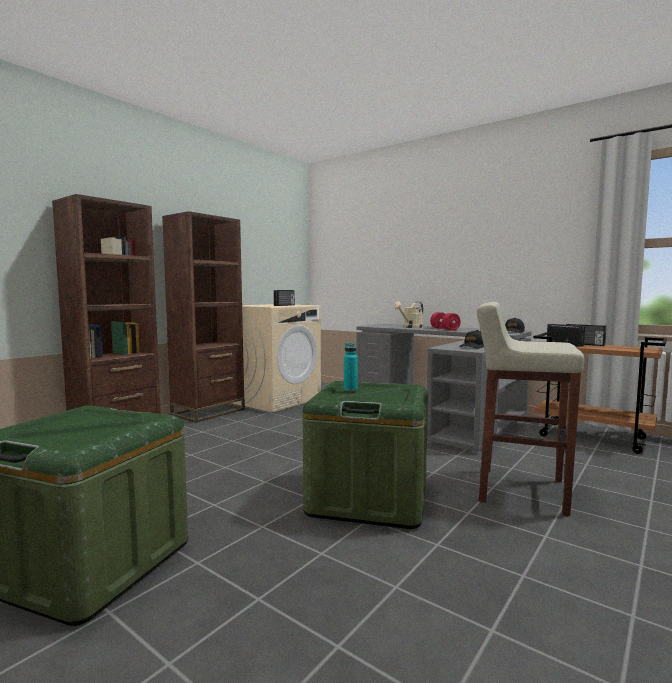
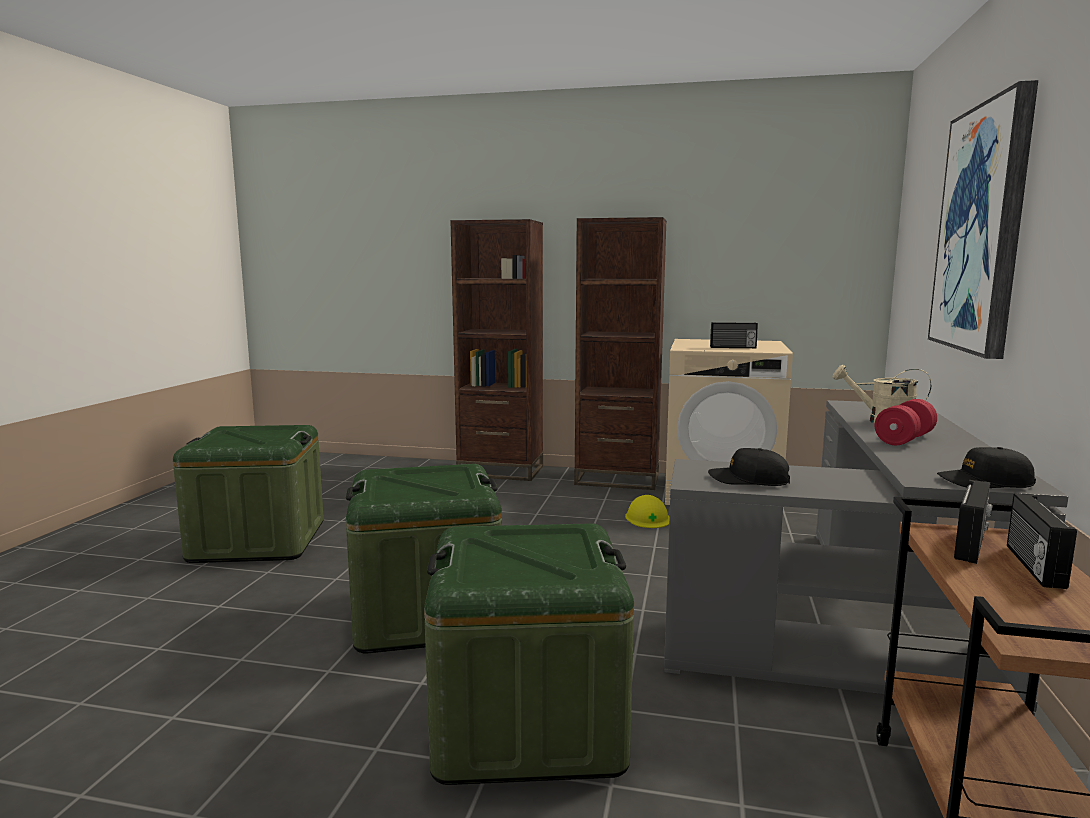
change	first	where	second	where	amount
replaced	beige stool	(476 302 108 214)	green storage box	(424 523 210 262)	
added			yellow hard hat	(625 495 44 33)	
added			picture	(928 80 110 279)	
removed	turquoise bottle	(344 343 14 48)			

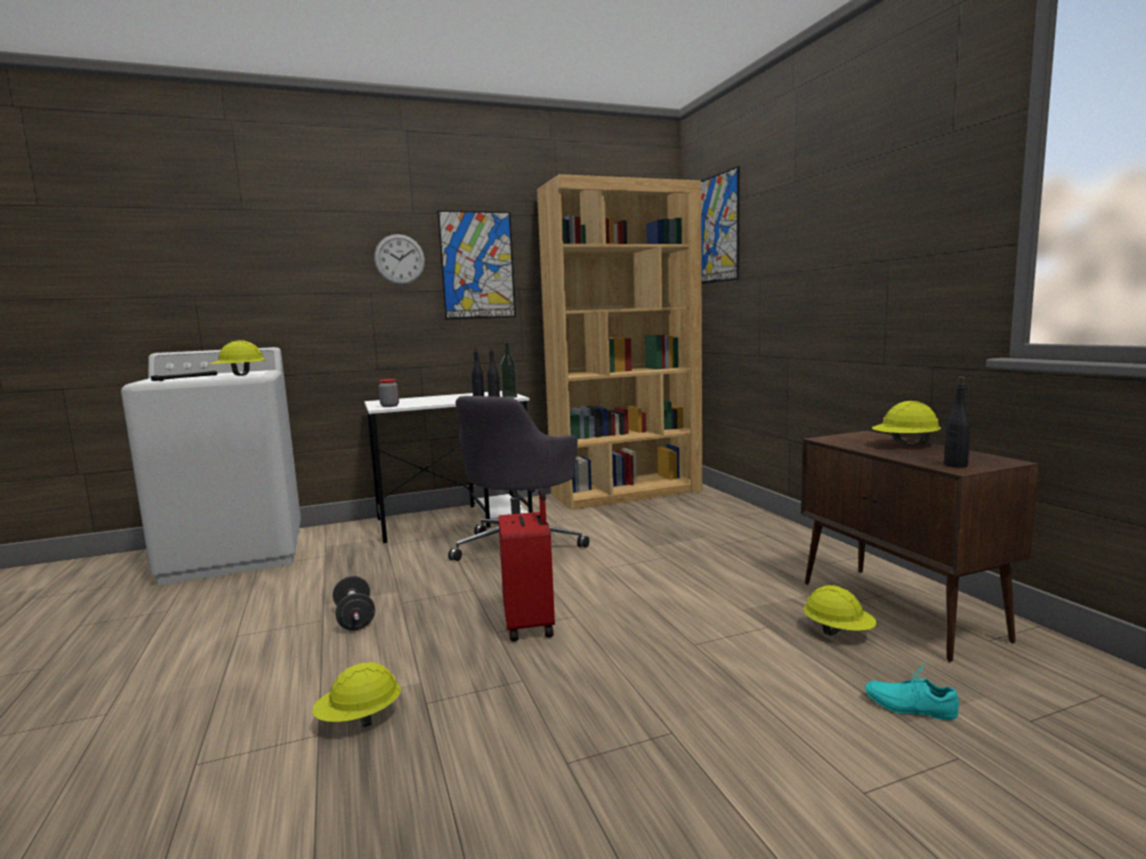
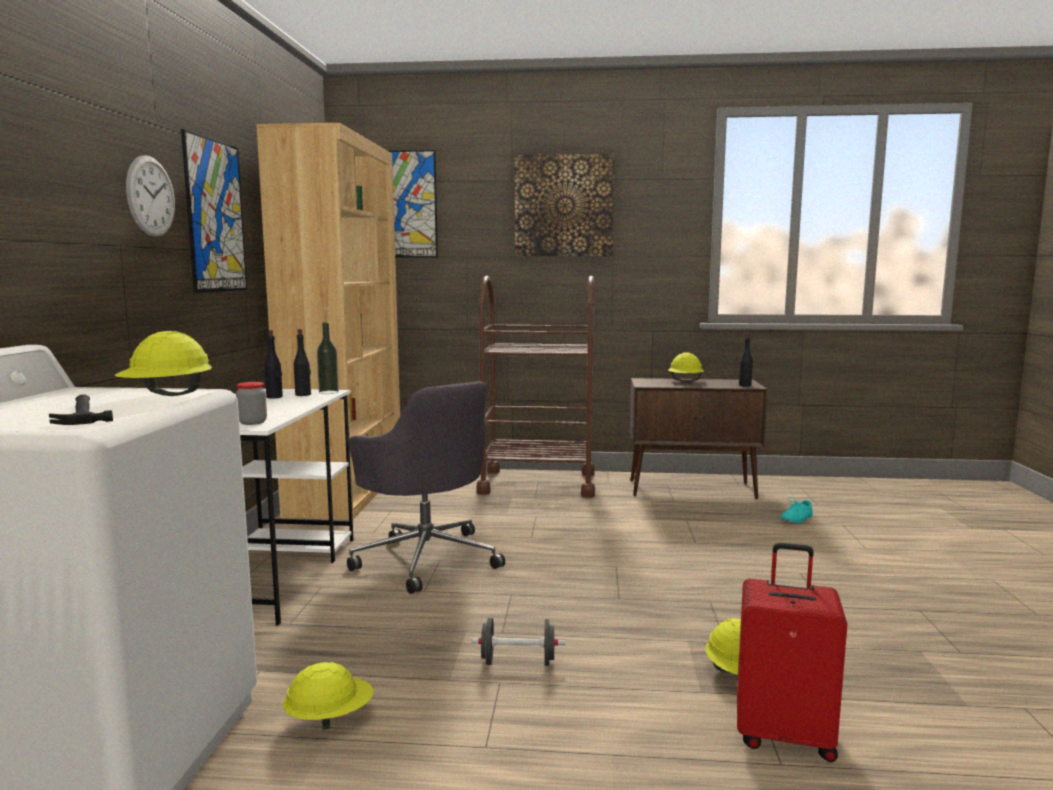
change	first	where	second	where	amount
moved	yellow hard hat	(803 585 74 51)		(283 662 91 67)	
added			brown cart	(476 276 119 222)	
added			picture	(515 154 100 102)	
moved	red suitcase	(498 487 57 155)		(737 543 110 219)	

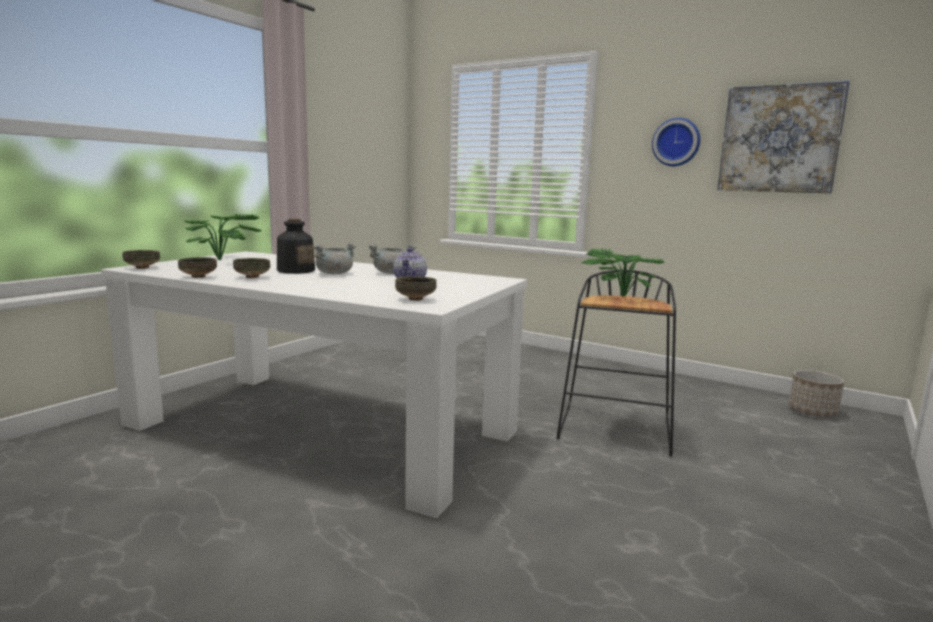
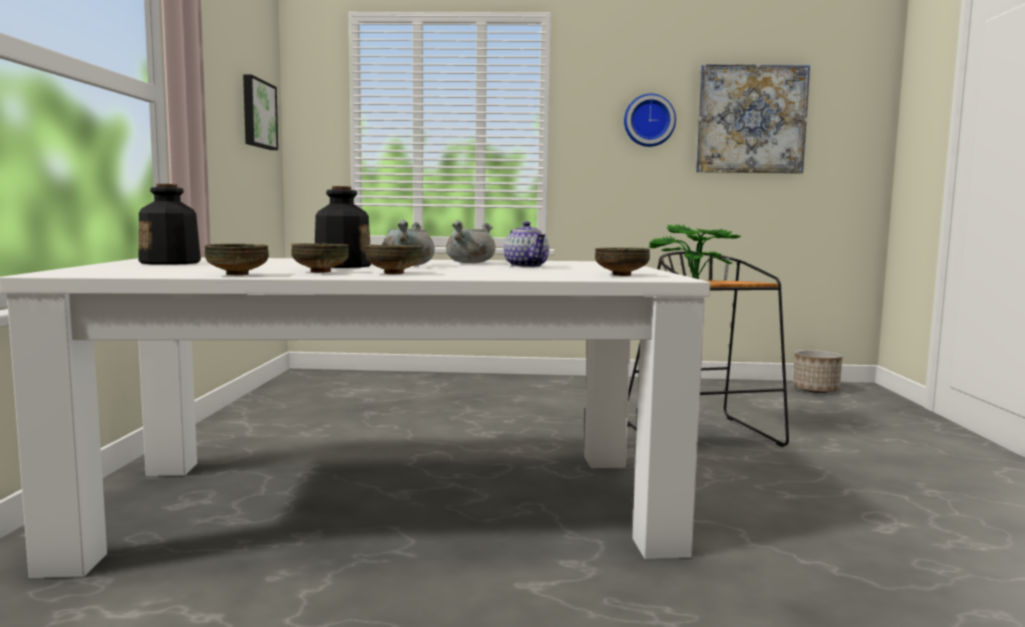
change	first	where	second	where	amount
replaced	potted plant	(185 213 77 47)	bottle	(139 184 62 81)	
added			picture	(243 74 35 76)	
moved	bowl	(122 250 38 19)		(365 245 57 29)	

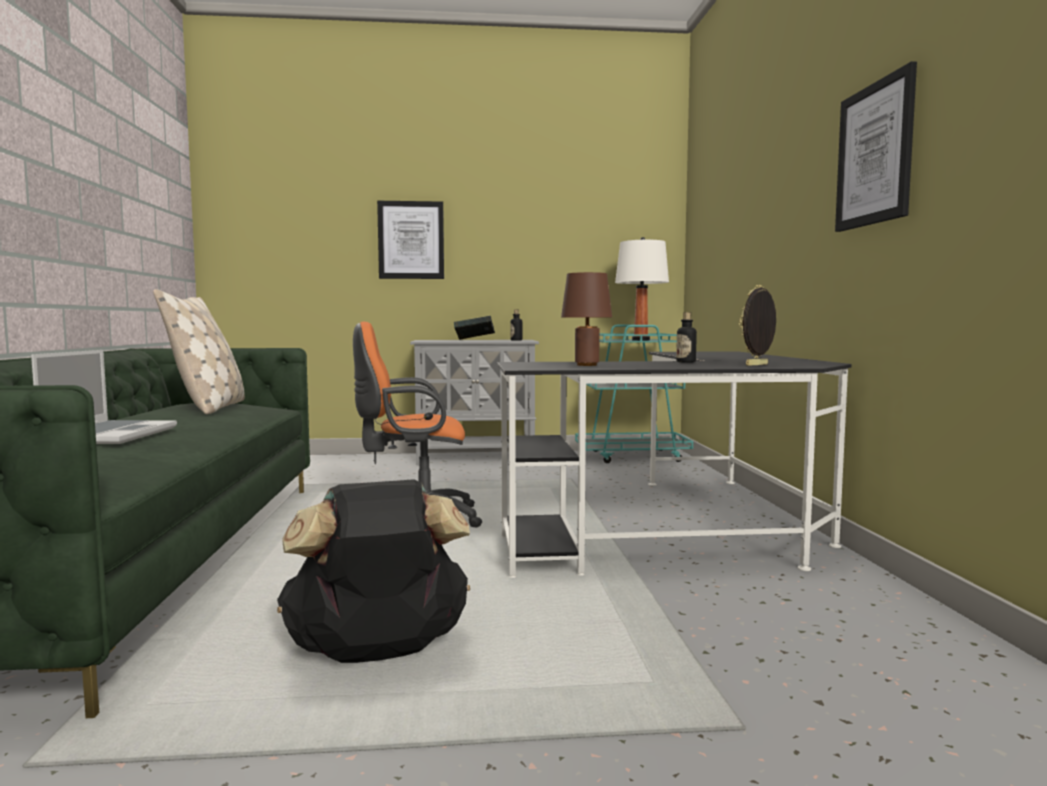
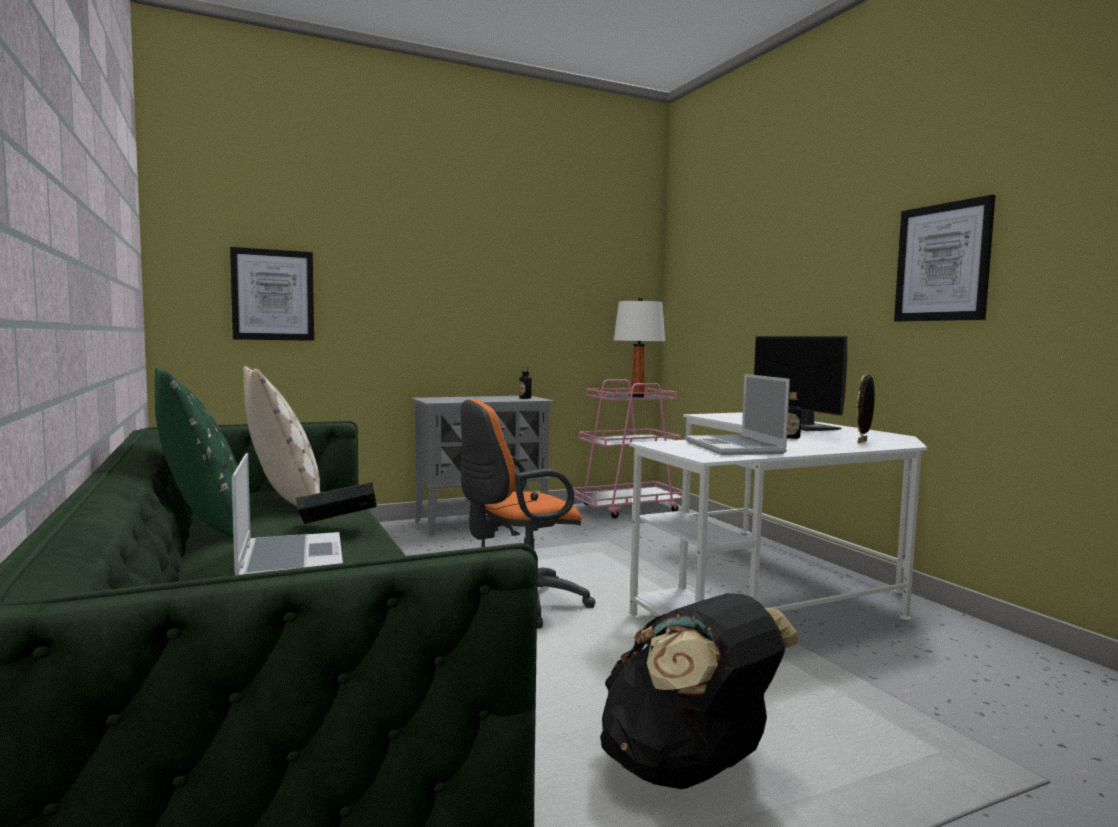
change	first	where	second	where	amount
added			green pillow	(155 367 83 170)	
moved	picture	(377 201 67 78)		(230 247 84 94)	
moved	book	(454 316 41 24)		(296 482 81 42)	
recoloured	turquoise cart	(575 325 118 138)	pink cart	(573 379 109 139)	
recoloured	black desk	(497 351 355 227)	white desk	(629 412 298 208)	
replaced	brown table lamp	(561 272 51 94)	laptop	(685 374 105 81)	
added			monitor	(754 336 93 95)	

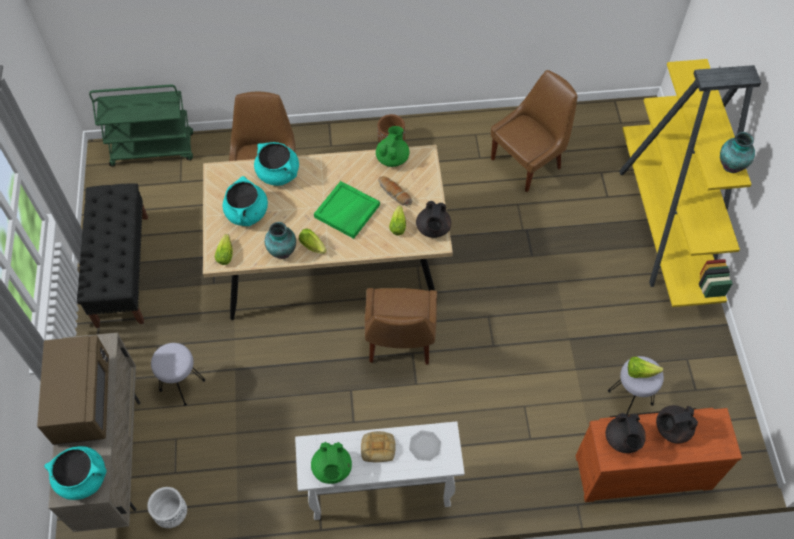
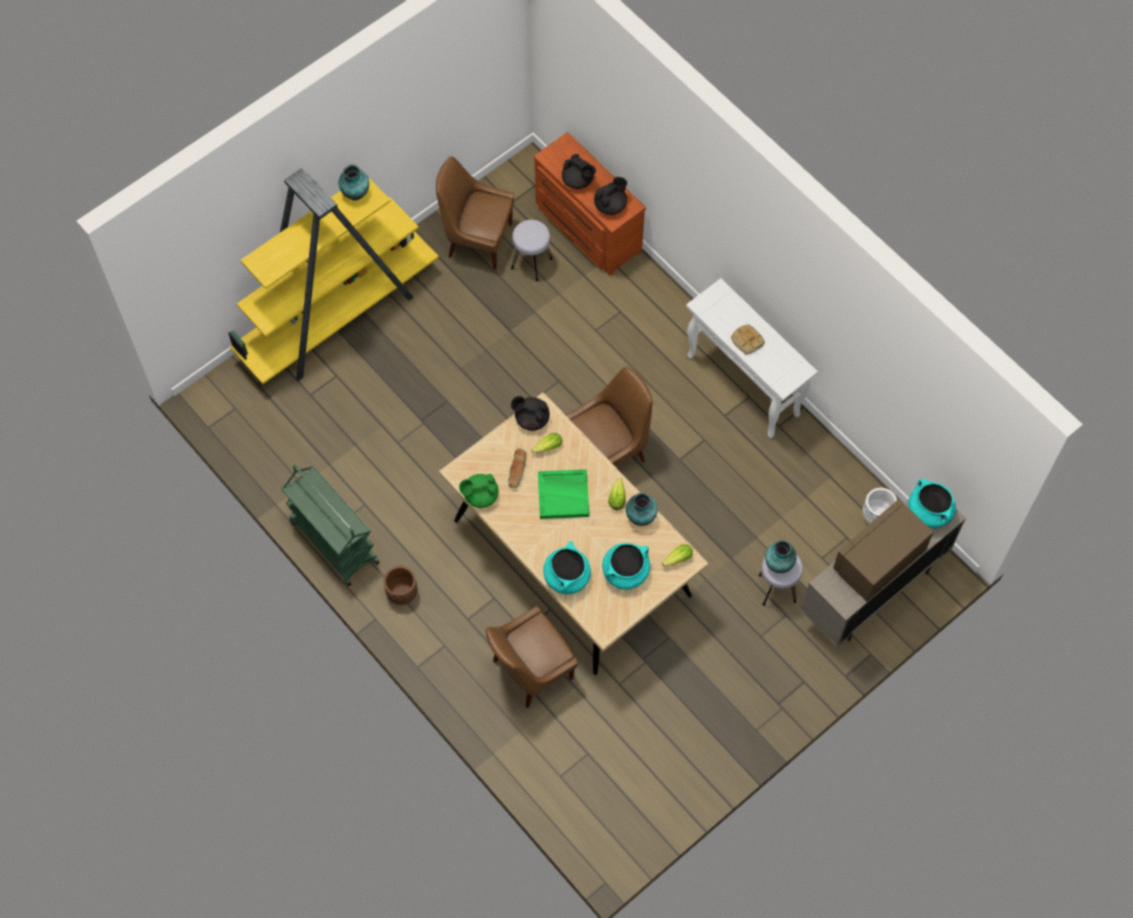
change	first	where	second	where	amount
moved	green cart	(89 85 104 81)		(282 465 98 121)	
moved	brown chair	(491 70 86 122)		(436 156 78 114)	
turned	black teapot	(416 201 35 37)		(511 396 39 35)	135 degrees counterclockwise
added			vase	(765 540 32 33)	
removed	black bench	(77 183 71 145)			
removed	green teapot	(311 442 41 42)			
removed	plate	(409 430 32 31)			
removed	lettuce	(628 357 35 21)			

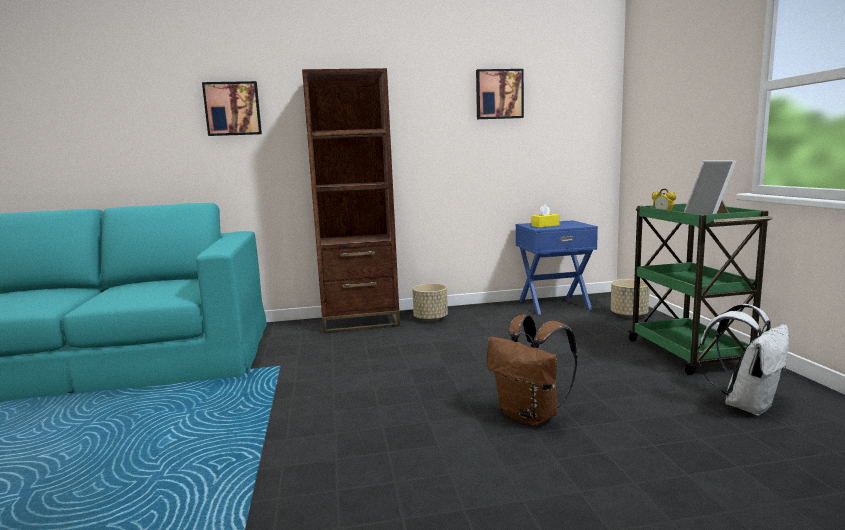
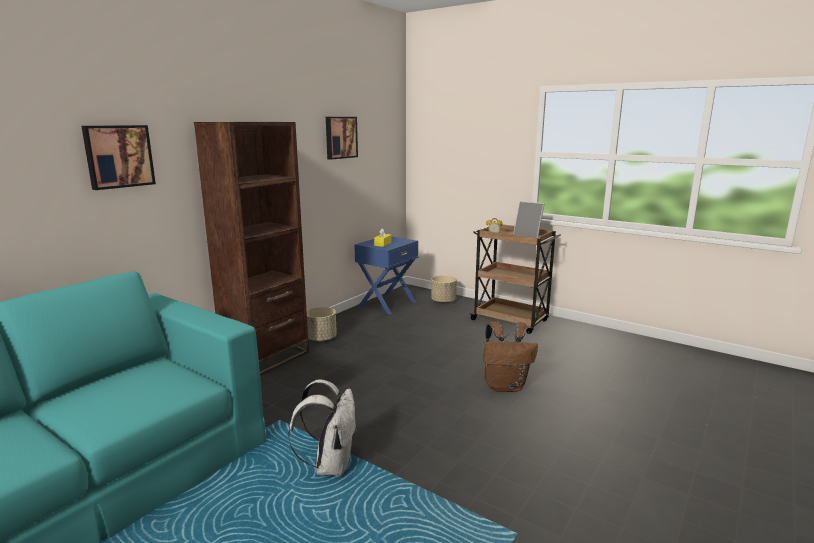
change	first	where	second	where	amount
moved	white backpack	(697 304 92 112)		(288 379 69 98)	
recoloured	green cart	(628 203 145 172)	brown cart	(469 224 92 110)	

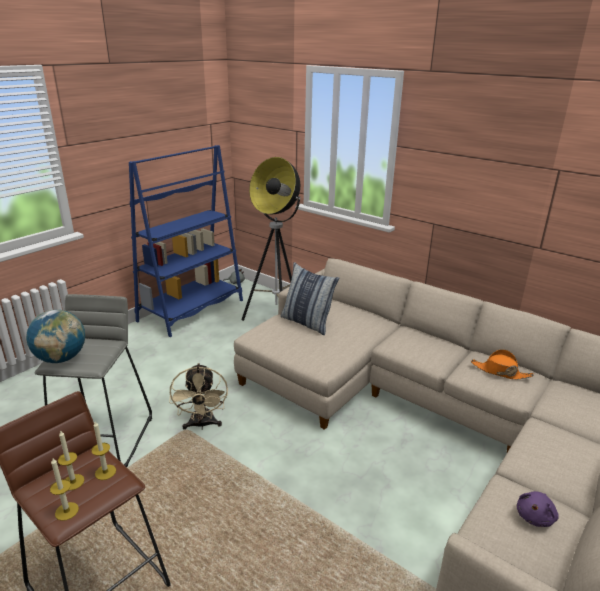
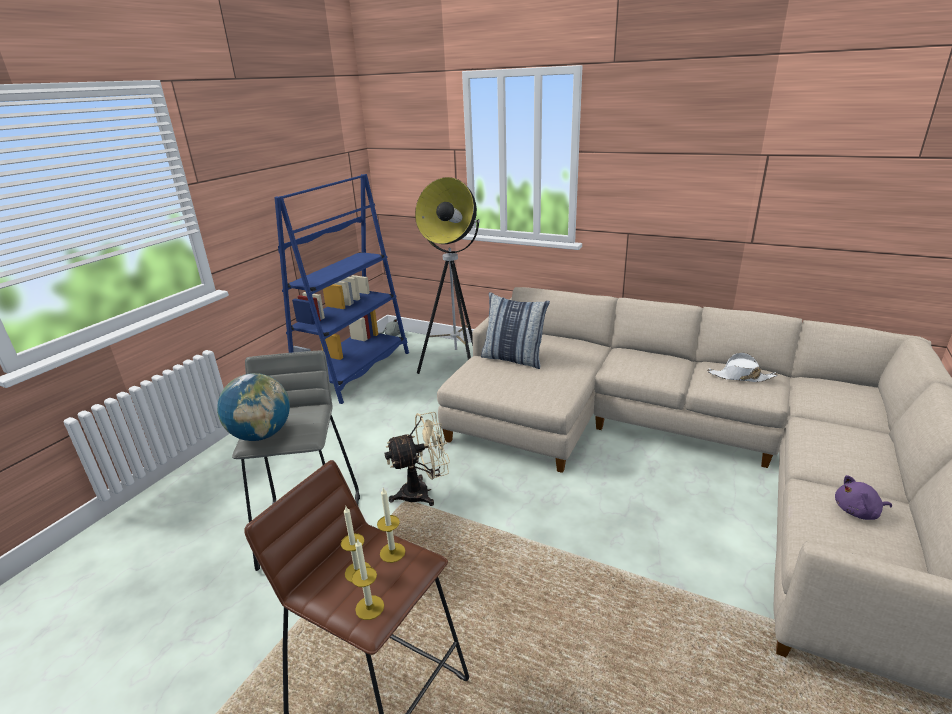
change	first	where	second	where	amount
turned	beige fan	(169 363 59 67)		(385 412 65 94)	90 degrees counterclockwise
recoloured	orange hat	(471 349 63 31)	white hat	(707 352 71 30)	
turned	purple plush toy	(517 491 42 36)		(835 475 57 45)	60 degrees clockwise

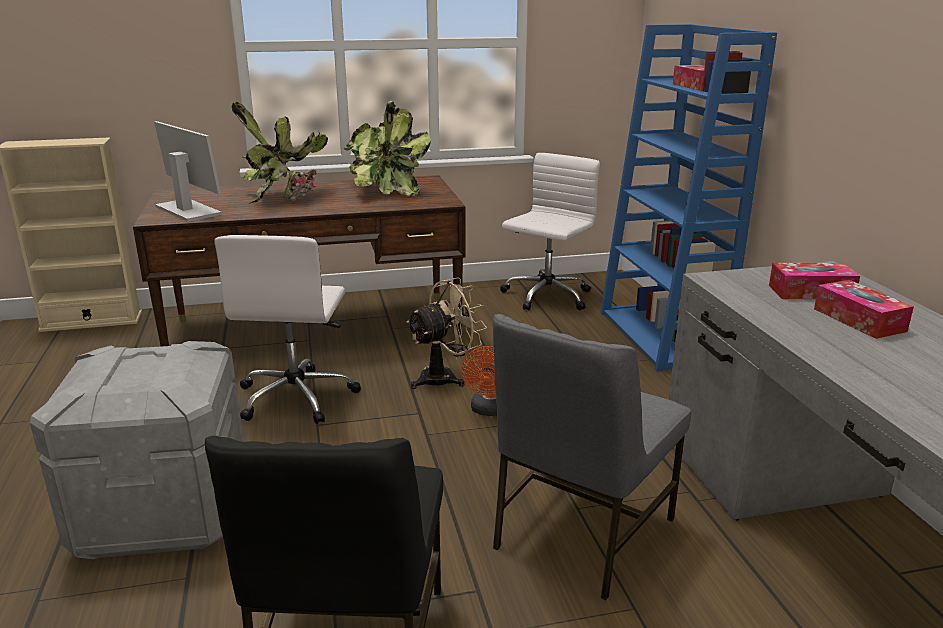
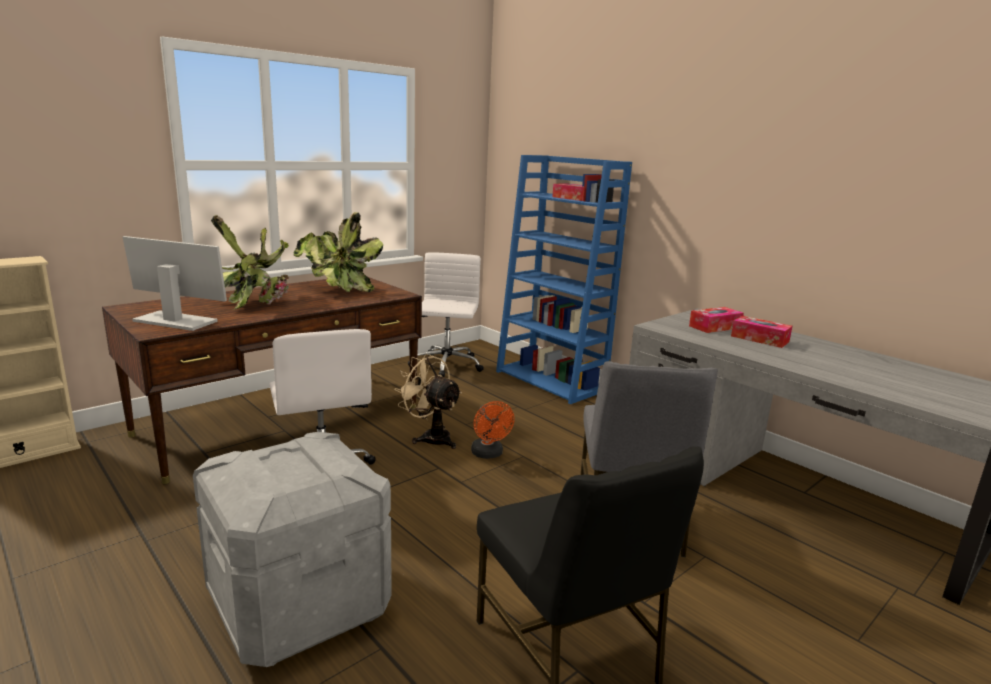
change	first	where	second	where	amount
turned	beige fan	(406 277 81 112)		(394 354 68 95)	75 degrees counterclockwise

